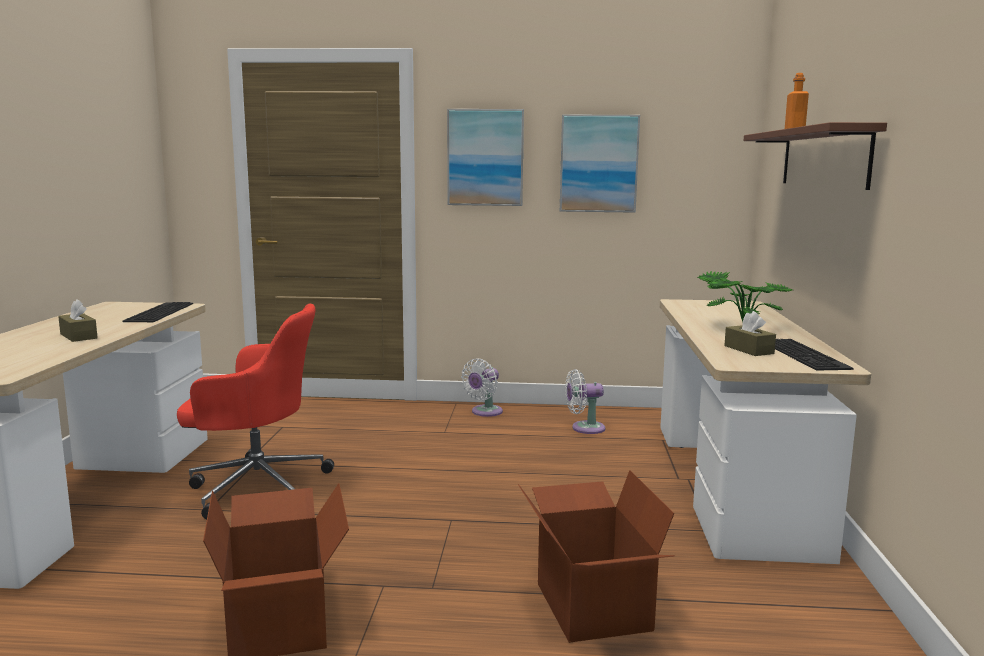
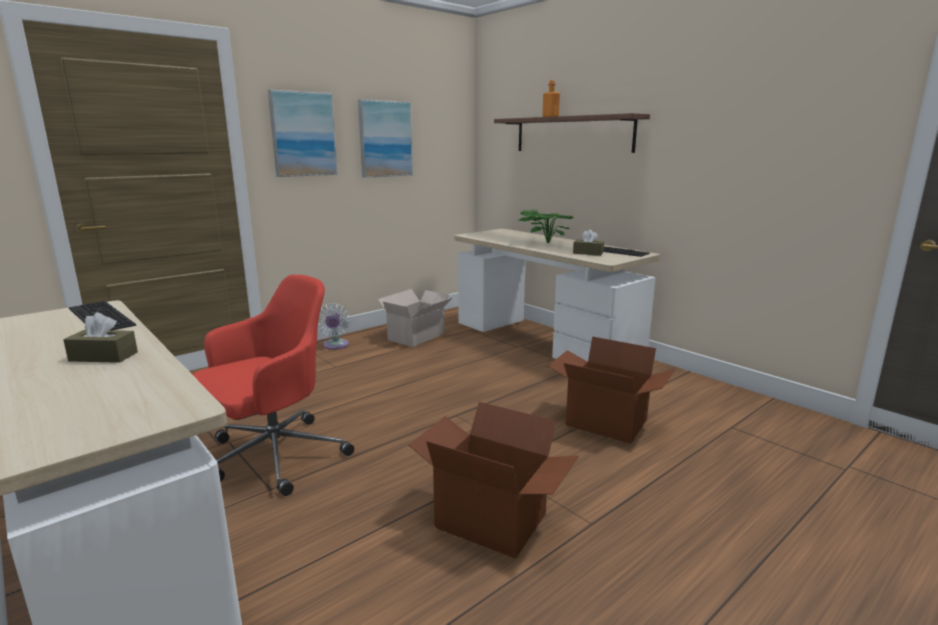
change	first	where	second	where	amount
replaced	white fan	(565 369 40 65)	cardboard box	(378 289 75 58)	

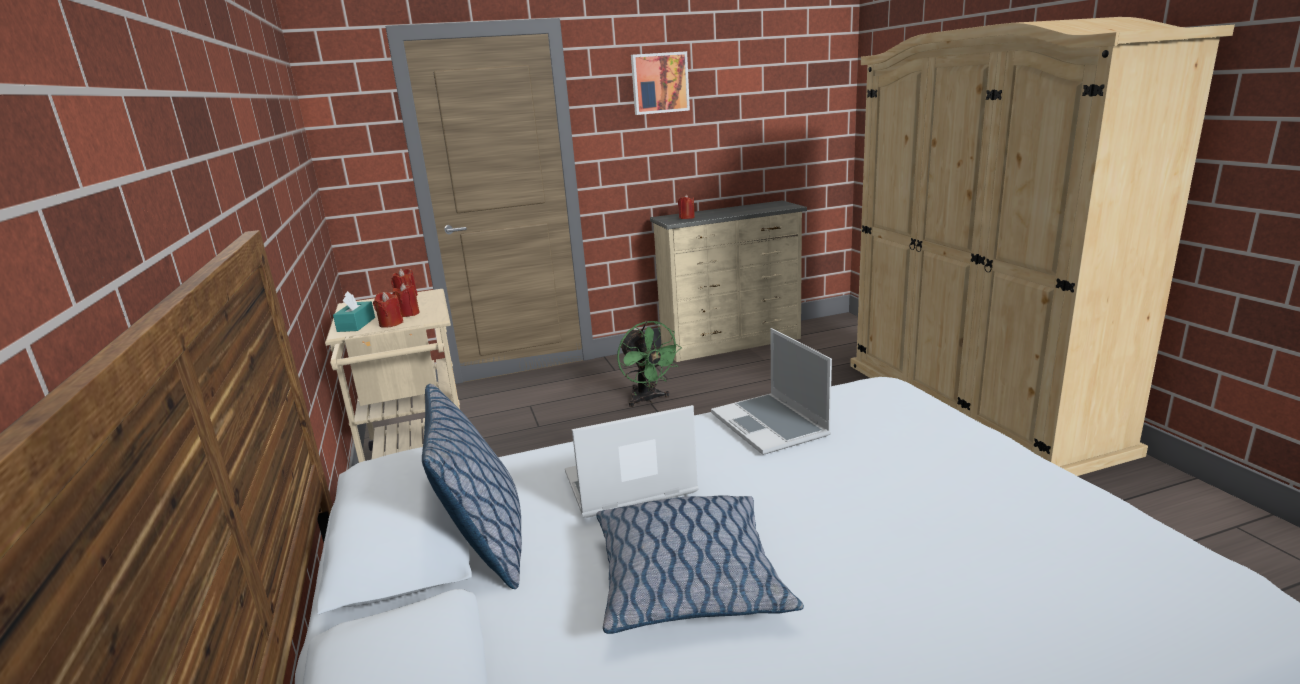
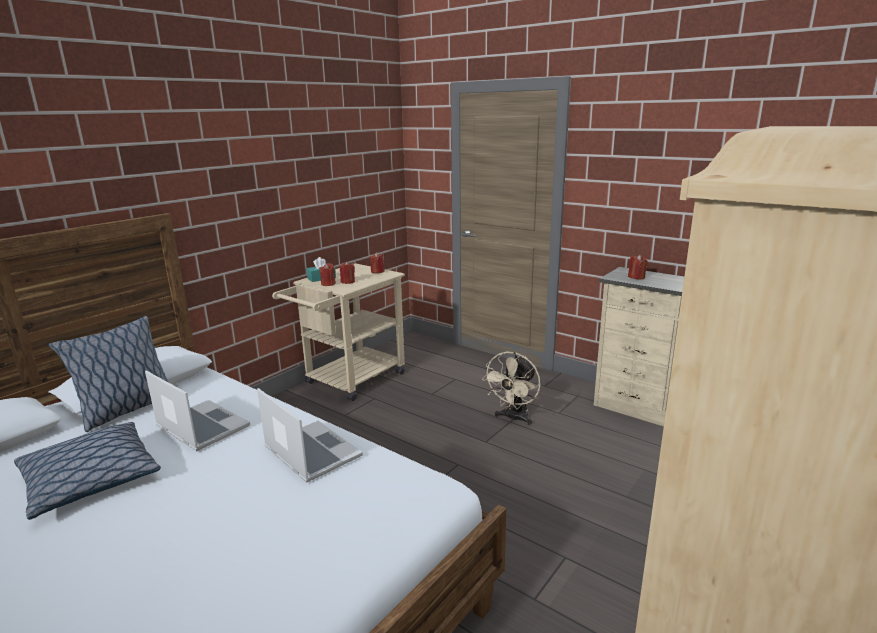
change	first	where	second	where	amount
turned	laptop	(711 328 121 127)		(257 388 106 95)	105 degrees clockwise
recoloured	green fan	(617 321 65 86)	beige fan	(482 351 59 74)	
removed	picture	(631 51 59 64)			

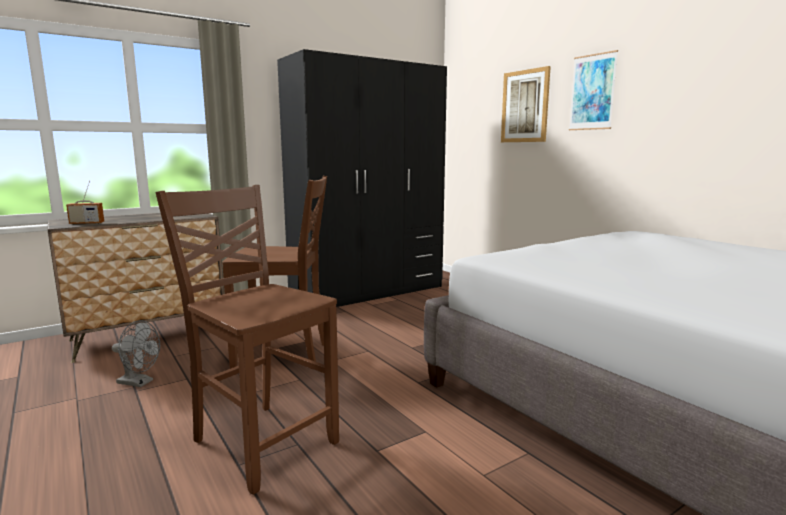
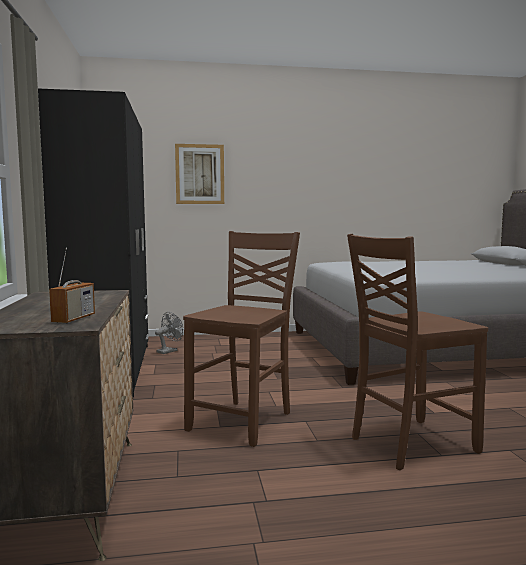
change	first	where	second	where	amount
moved	grey fan	(112 320 48 67)		(155 312 28 42)	
removed	picture	(569 50 49 80)			

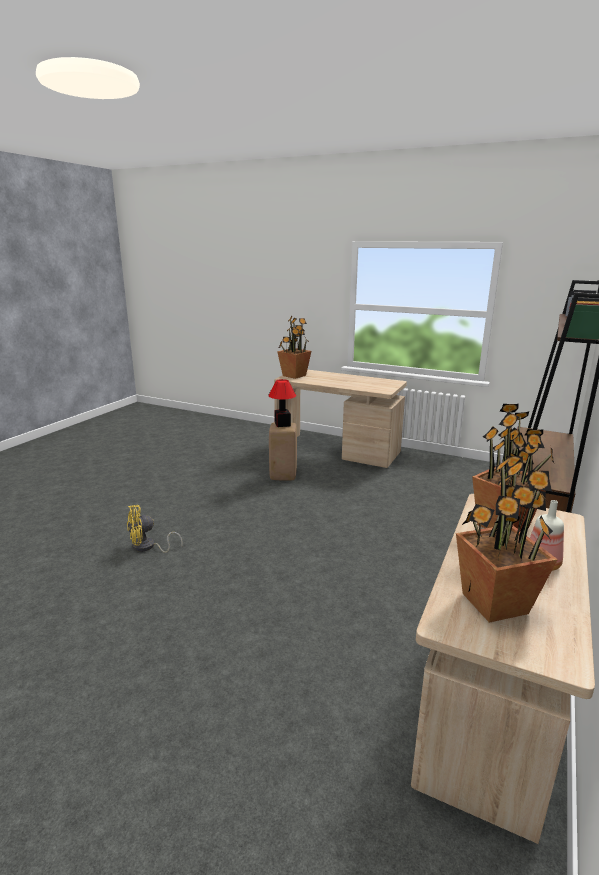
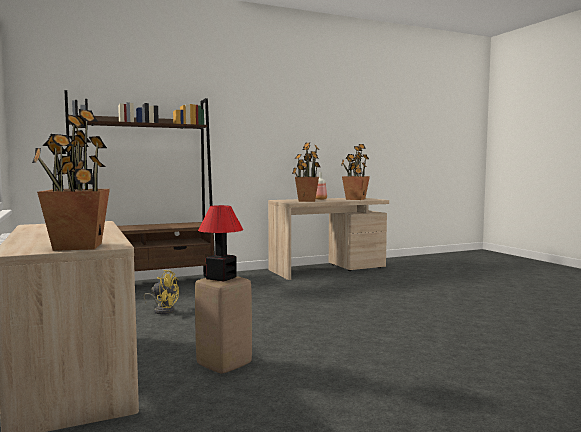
change	first	where	second	where	amount
moved	yellow fan	(127 505 56 48)		(143 270 36 44)	

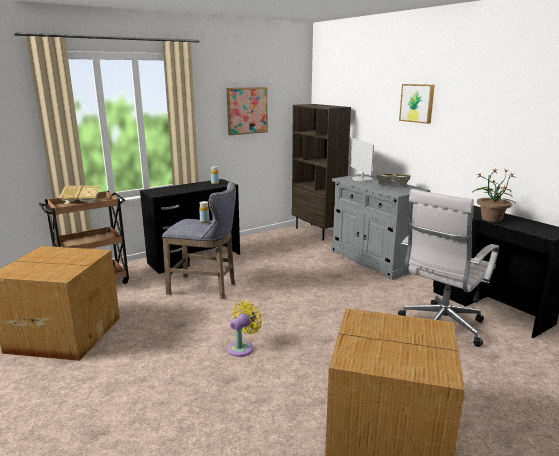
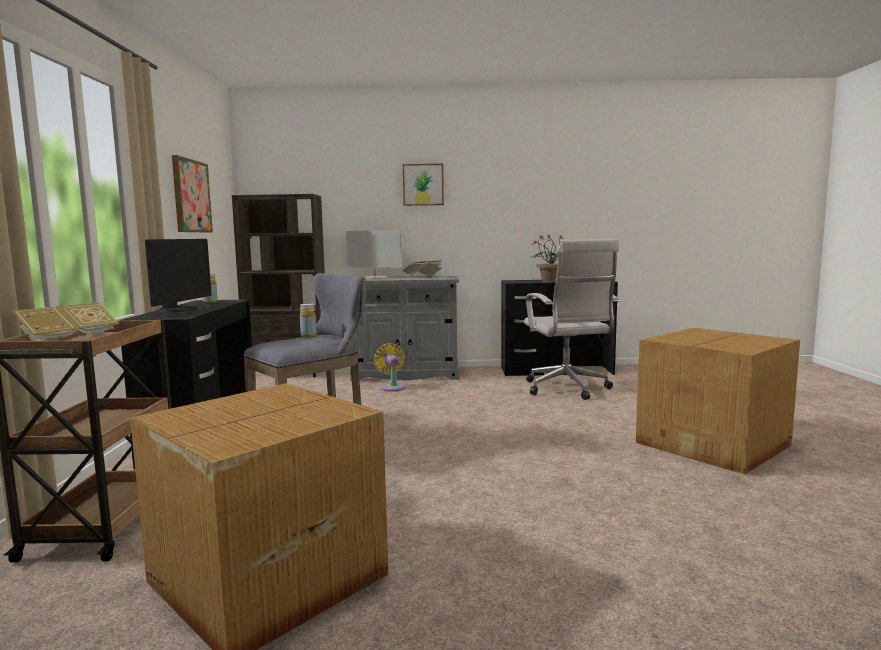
change	first	where	second	where	amount
added			monitor	(145 239 67 73)	
moved	yellow fan	(228 301 34 56)		(374 343 31 49)	

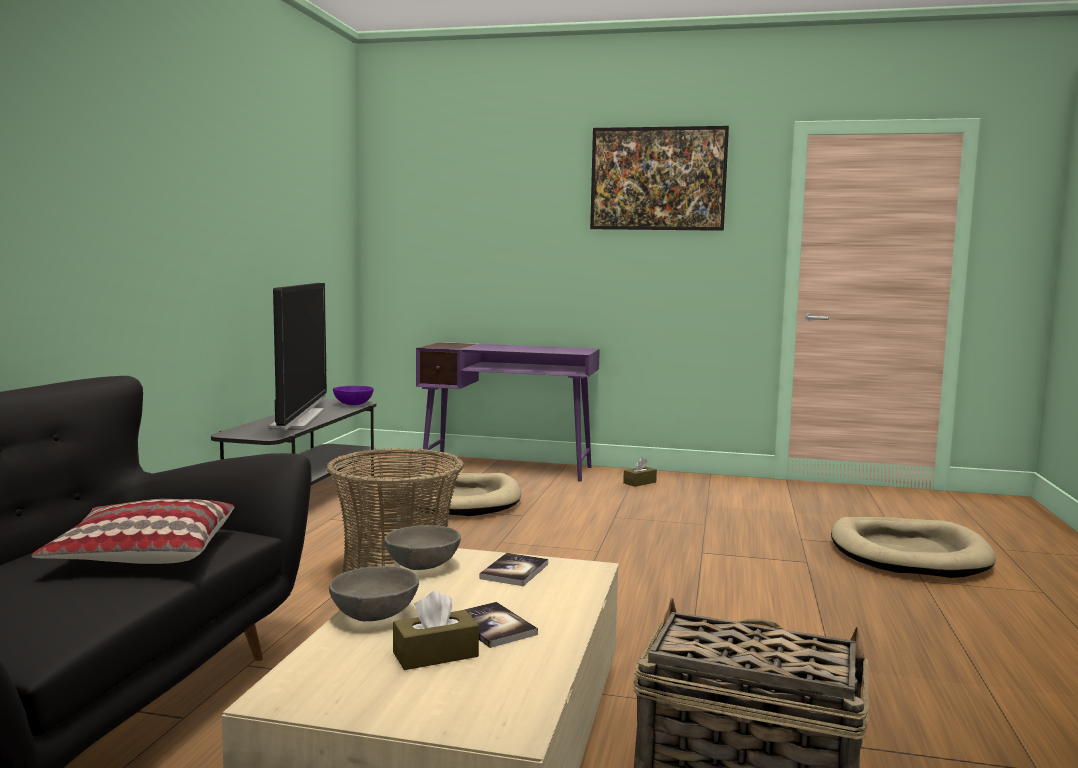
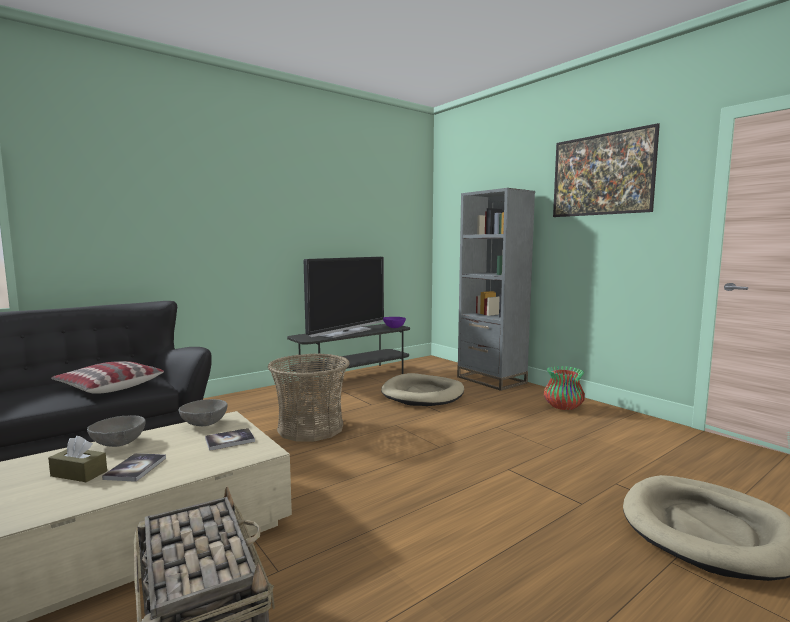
change	first	where	second	where	amount
replaced	purple desk	(416 342 184 140)	grey bookcase	(457 188 78 203)	
replaced	brown tissue box	(623 457 34 30)	vase	(544 366 41 44)	

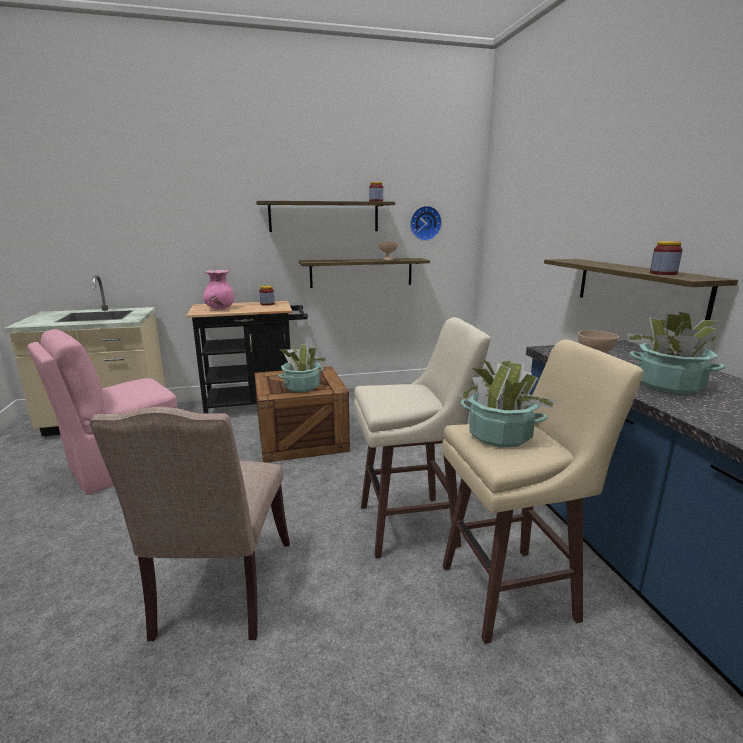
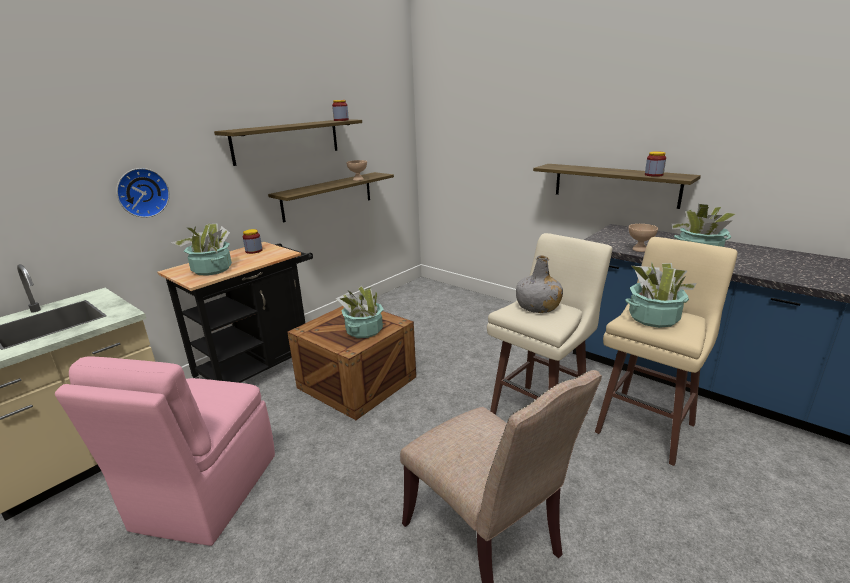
change	first	where	second	where	amount
moved	wall clock	(410 206 32 35)		(116 168 54 50)	
replaced	pink vase	(203 270 31 39)	potted plant	(171 223 61 52)	
added			grey bottle	(516 255 47 58)	

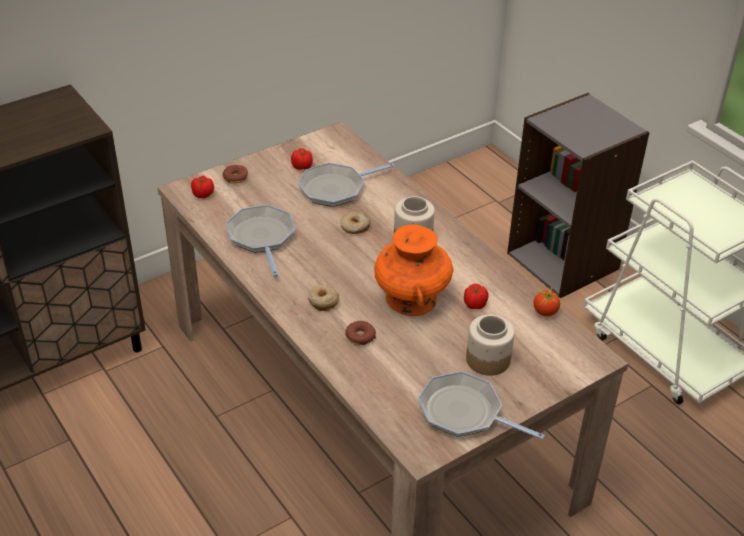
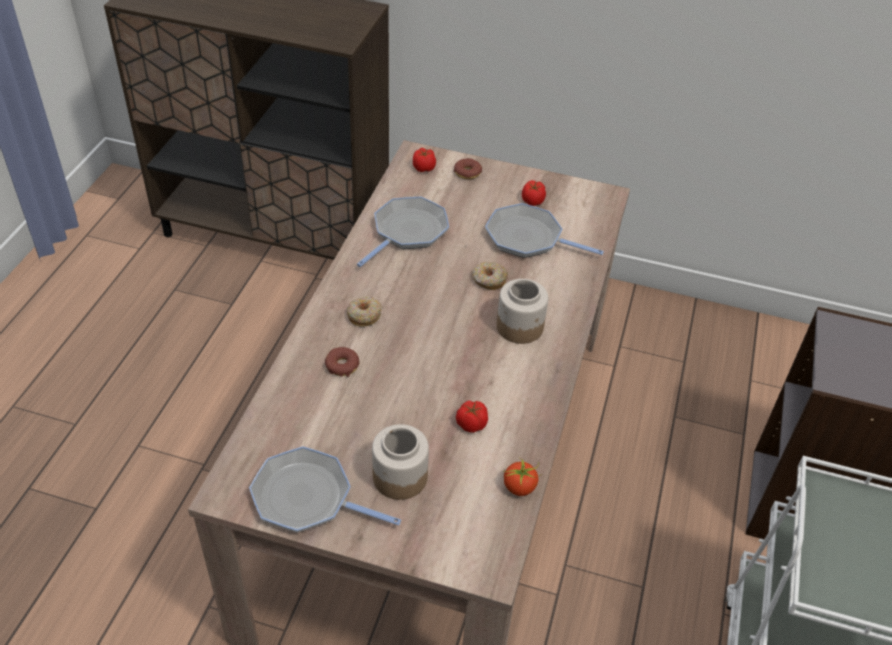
change	first	where	second	where	amount
turned	frying pan	(418 371 127 69)		(249 446 152 87)	60 degrees counterclockwise
removed	orange vase	(374 224 79 92)			

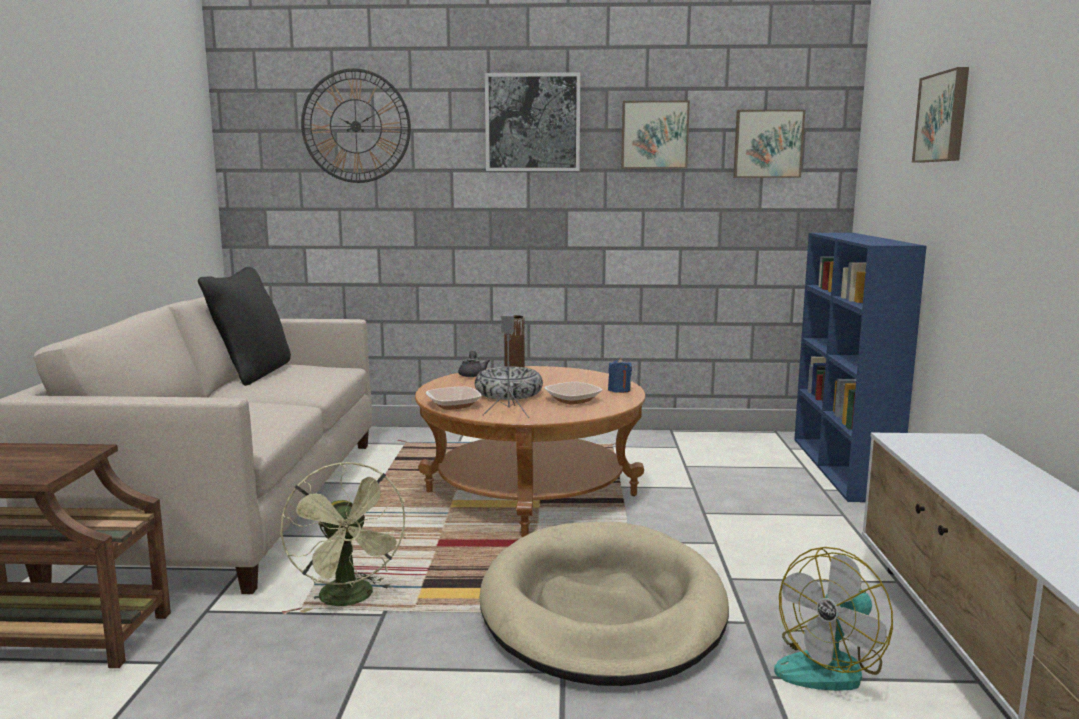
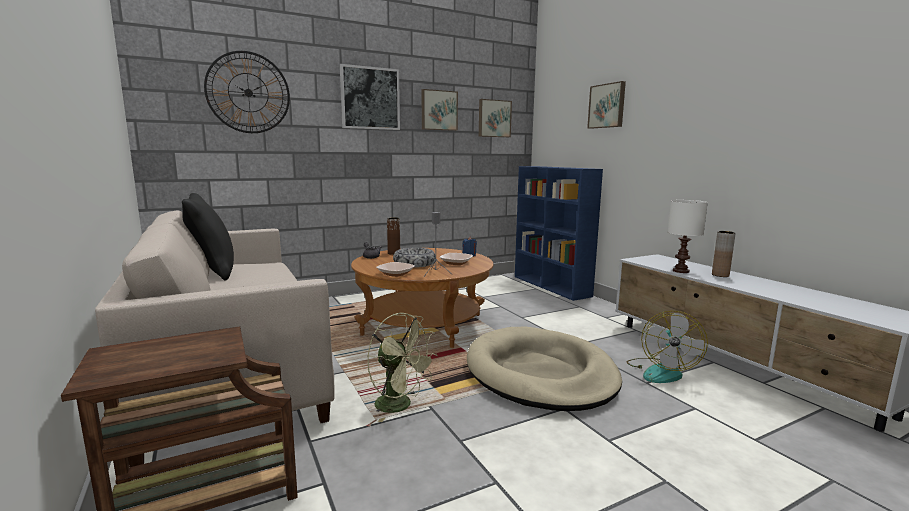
change	first	where	second	where	amount
added			white table lamp	(668 200 40 73)	
added			brown vase	(712 231 24 46)	

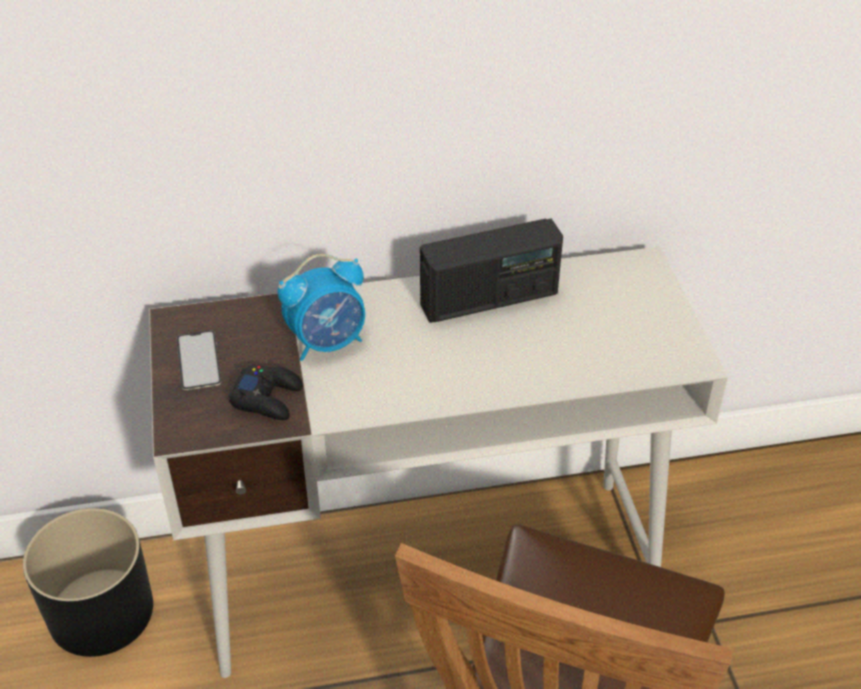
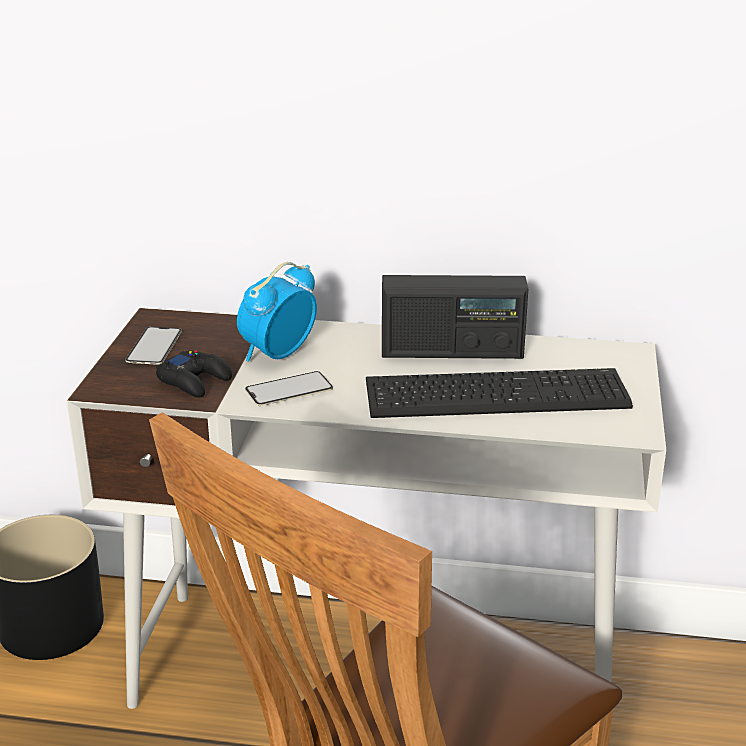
change	first	where	second	where	amount
turned	alarm clock	(278 254 87 107)		(237 262 80 100)	135 degrees clockwise
added			phone	(245 371 88 35)	
added			keyboard	(366 368 267 50)	

